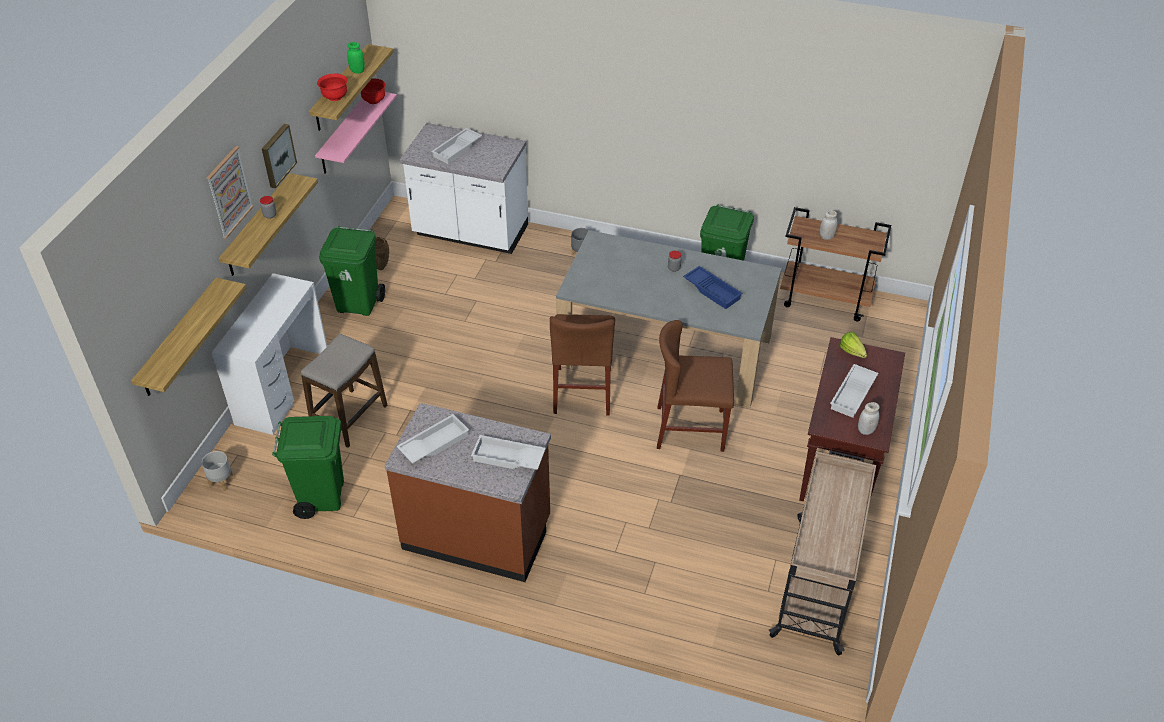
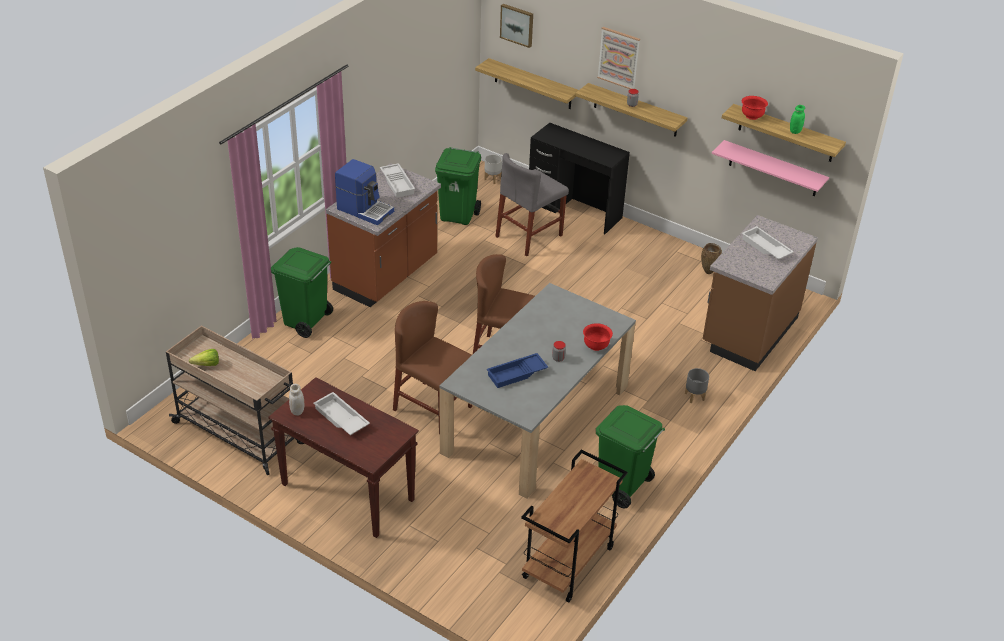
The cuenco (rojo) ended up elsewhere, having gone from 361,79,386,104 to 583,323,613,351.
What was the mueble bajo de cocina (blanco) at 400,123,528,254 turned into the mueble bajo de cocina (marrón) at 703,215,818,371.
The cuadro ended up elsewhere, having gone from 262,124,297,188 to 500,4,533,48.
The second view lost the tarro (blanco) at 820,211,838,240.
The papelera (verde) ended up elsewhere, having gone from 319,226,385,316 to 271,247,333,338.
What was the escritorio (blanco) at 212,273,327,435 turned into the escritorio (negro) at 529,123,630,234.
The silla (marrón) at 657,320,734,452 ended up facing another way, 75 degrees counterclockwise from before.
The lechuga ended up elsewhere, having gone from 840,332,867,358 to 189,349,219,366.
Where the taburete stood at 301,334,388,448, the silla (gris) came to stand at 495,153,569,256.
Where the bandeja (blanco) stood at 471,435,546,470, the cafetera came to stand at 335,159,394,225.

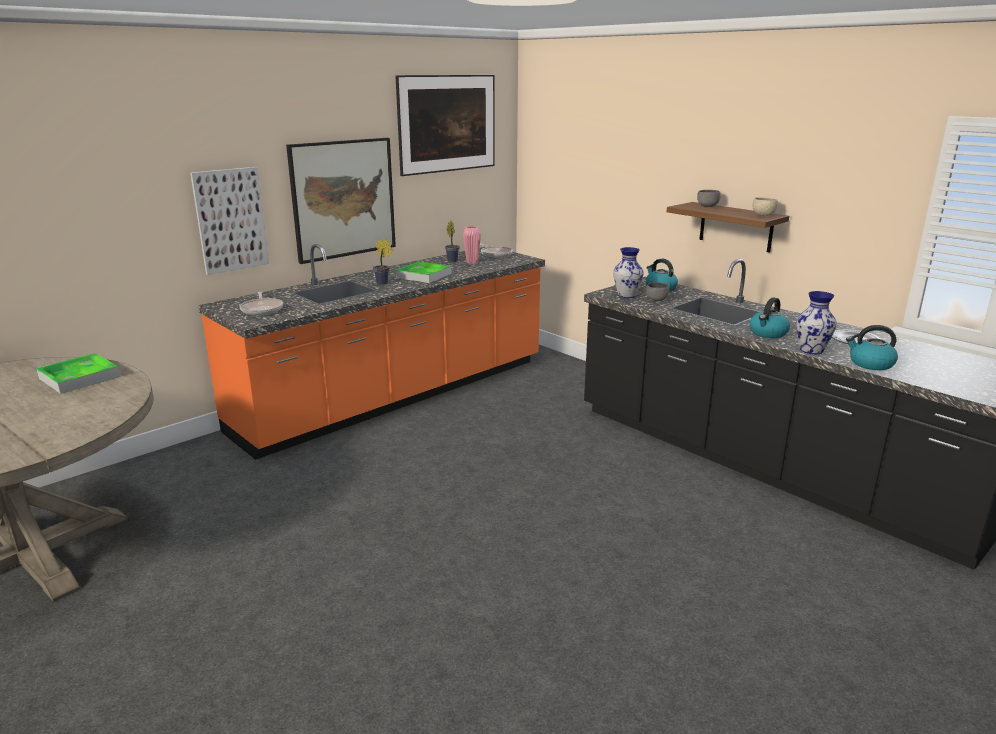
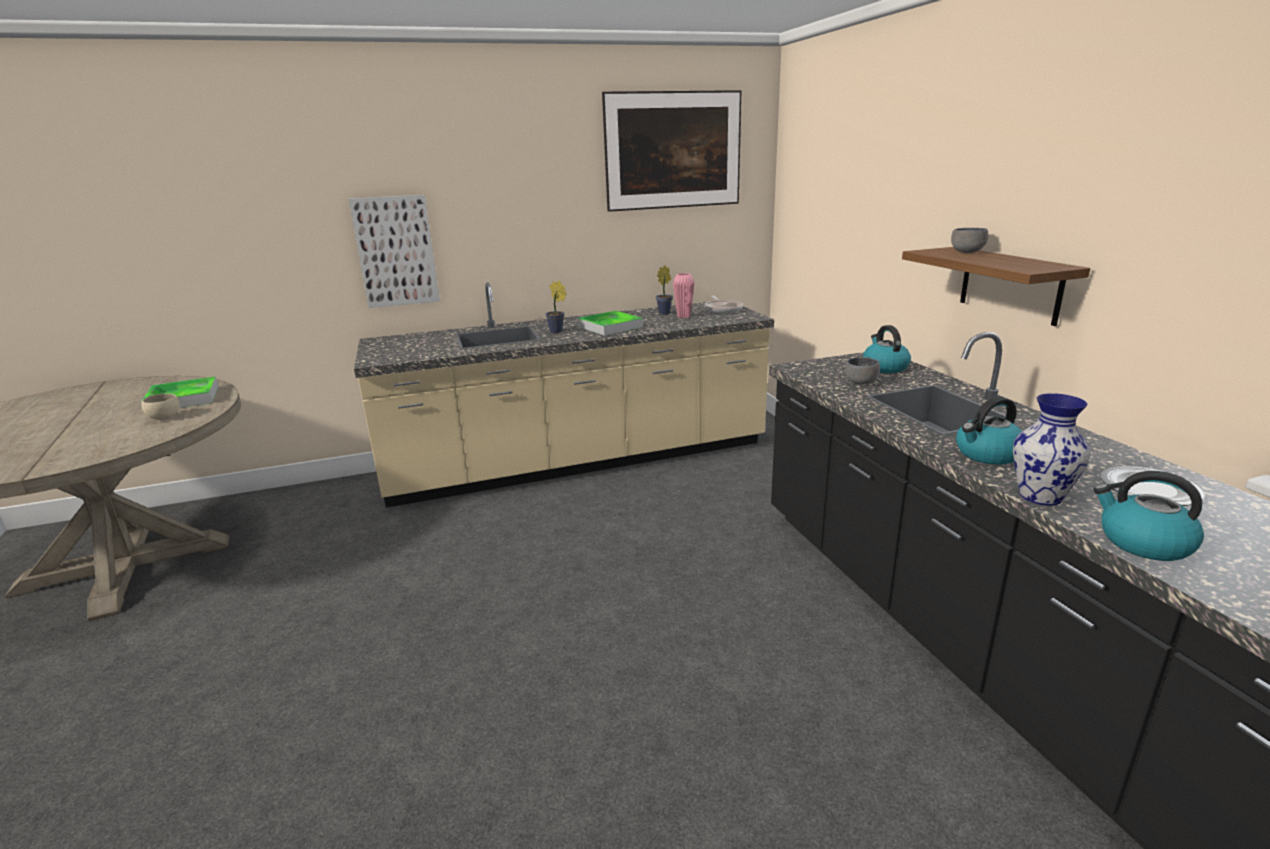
The second view lost the cuadro at 286,138,396,264.
The cuenco (beis) ended up elsewhere, having gone from 752,197,778,216 to 141,393,180,420.
What was the mueble bajo de cocina (naranja) at 198,244,545,460 turned into the mueble bajo de cocina (beis) at 354,283,774,508.
The second view lost the florero at 613,247,644,298.
The second view lost the sartén at 239,292,283,315.

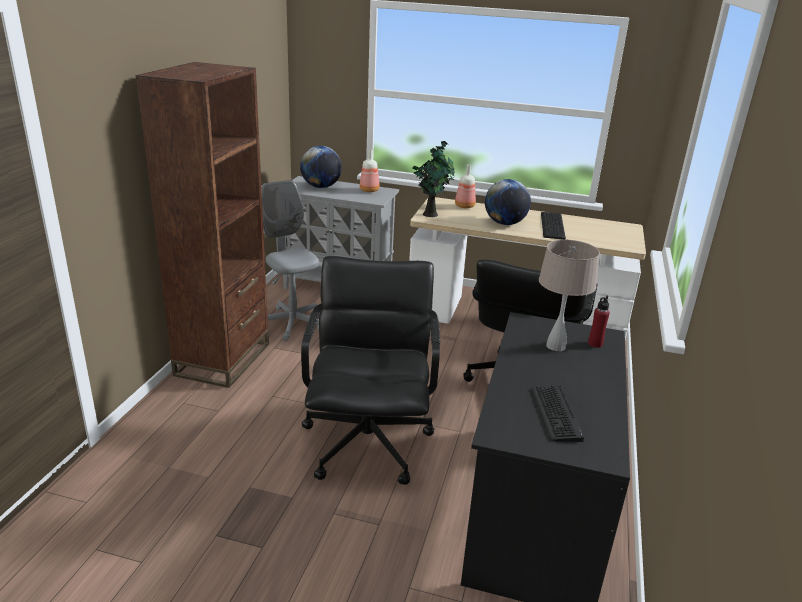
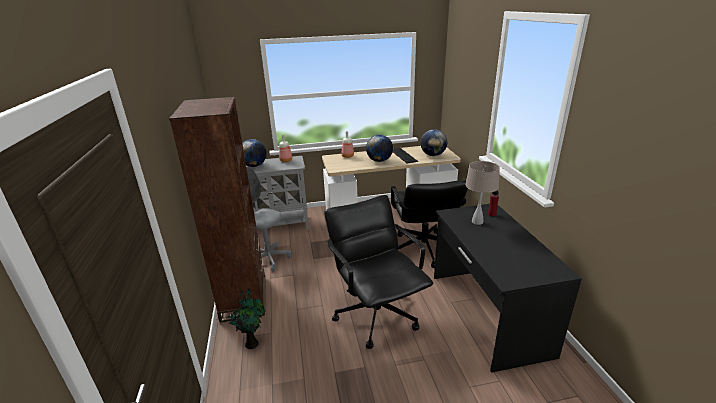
The planta en maceta ended up elsewhere, having gone from 412,141,455,217 to 226,289,265,349.
The second view lost the teclado at 532,384,585,442.
The second view gained the globo terráqueo at 421,129,447,156.

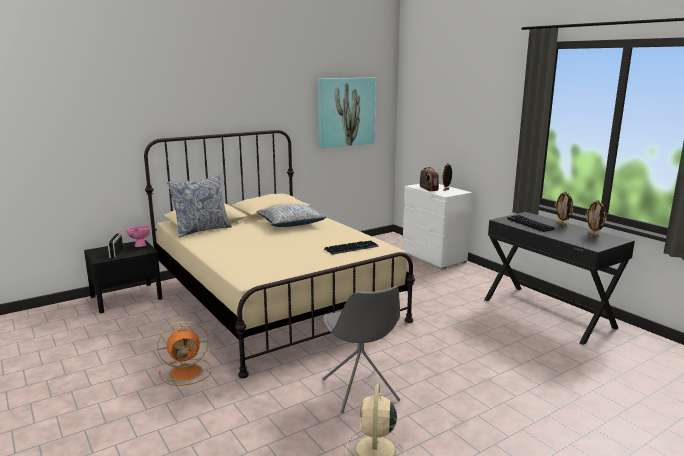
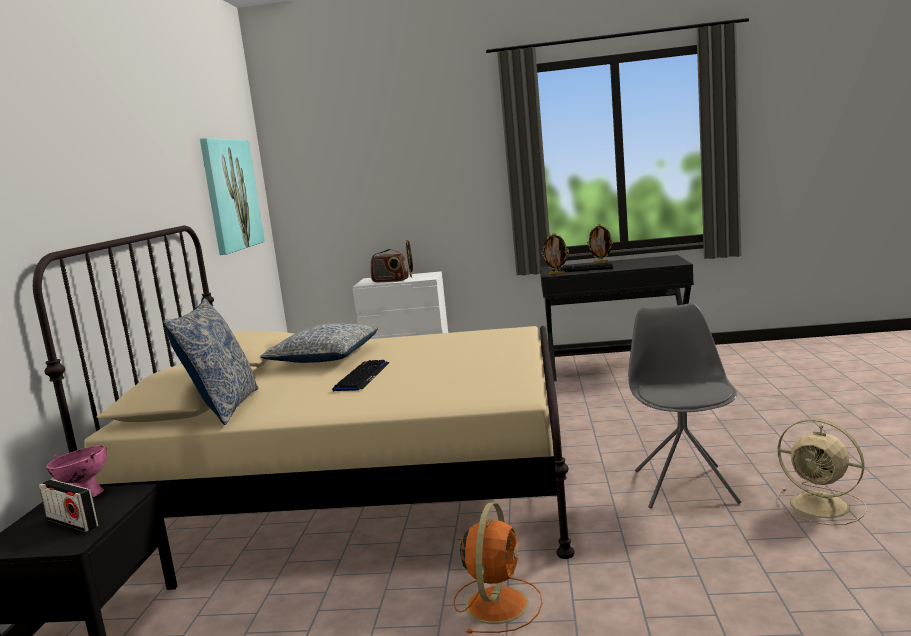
The portarretratos ended up elsewhere, having gone from 586,200,606,237 to 541,233,569,275.
The teclado ended up elsewhere, having gone from 324,240,378,255 to 333,360,390,391.
The silla (gris) at 323,286,400,413 ended up facing another way, 105 degrees counterclockwise from before.

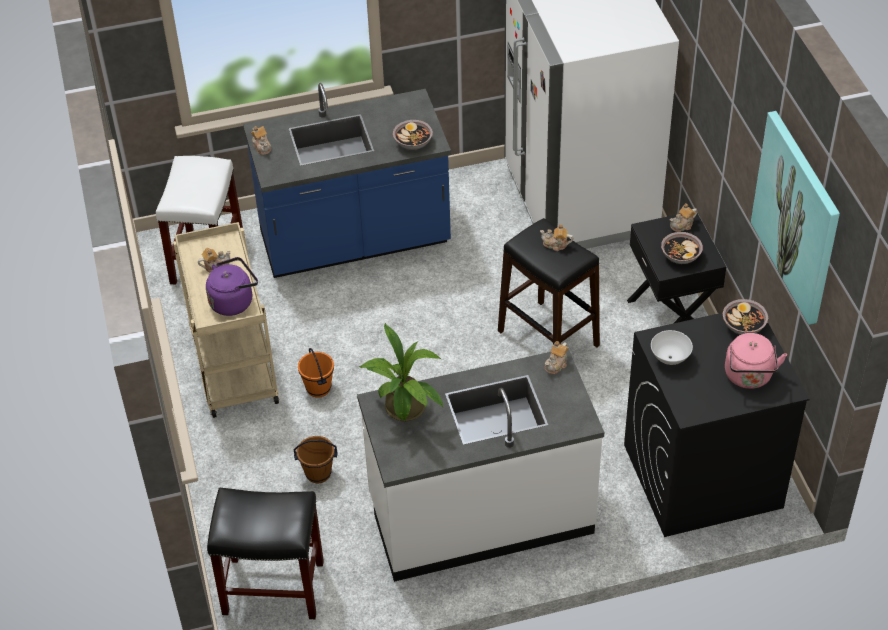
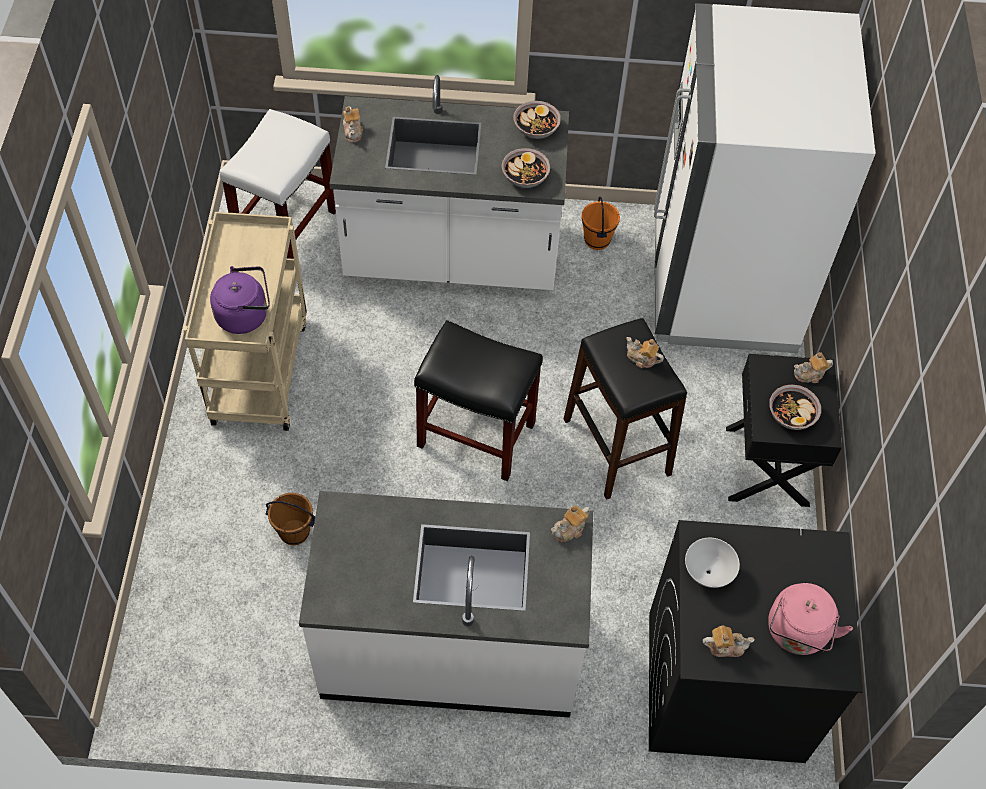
What was the mueble bajo de cocina (azul) at 243,83,451,278 turned into the mueble bajo de cocina (blanco) at 329,75,569,290.
The second view lost the cuadro at 751,111,840,325.
The tetera ended up elsewhere, having gone from 198,248,231,272 to 703,626,755,657.
The cuenco ended up elsewhere, having gone from 723,299,768,335 to 514,101,561,139.
The second view lost the planta en maceta at 358,323,443,421.
The cubo (naranja) ended up elsewhere, having gone from 298,348,334,398 to 581,196,620,250.
The taburete (negro) ended up elsewhere, having gone from 207,488,324,619 to 414,320,543,481.

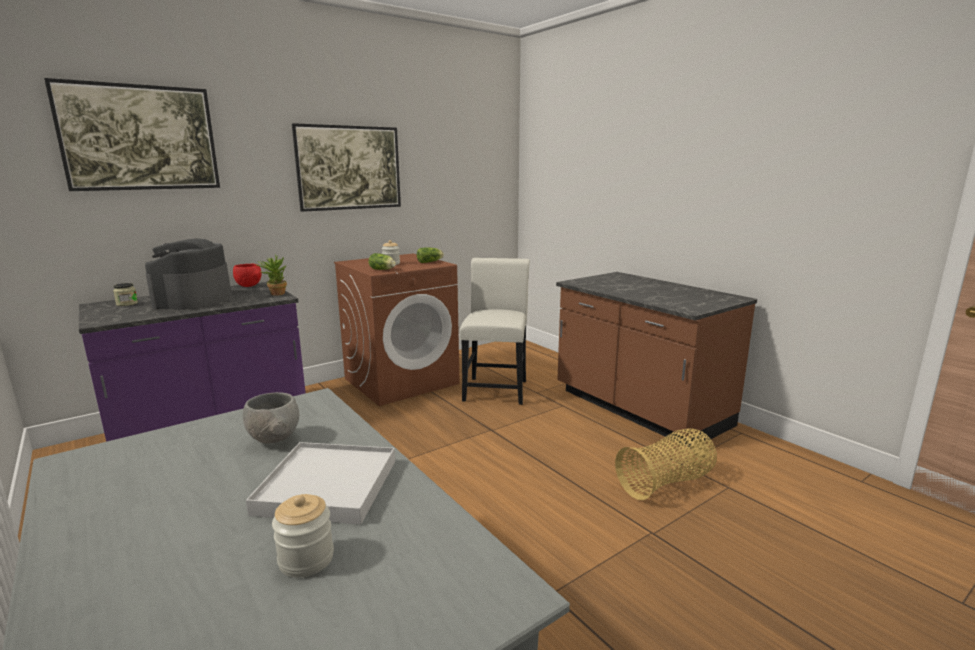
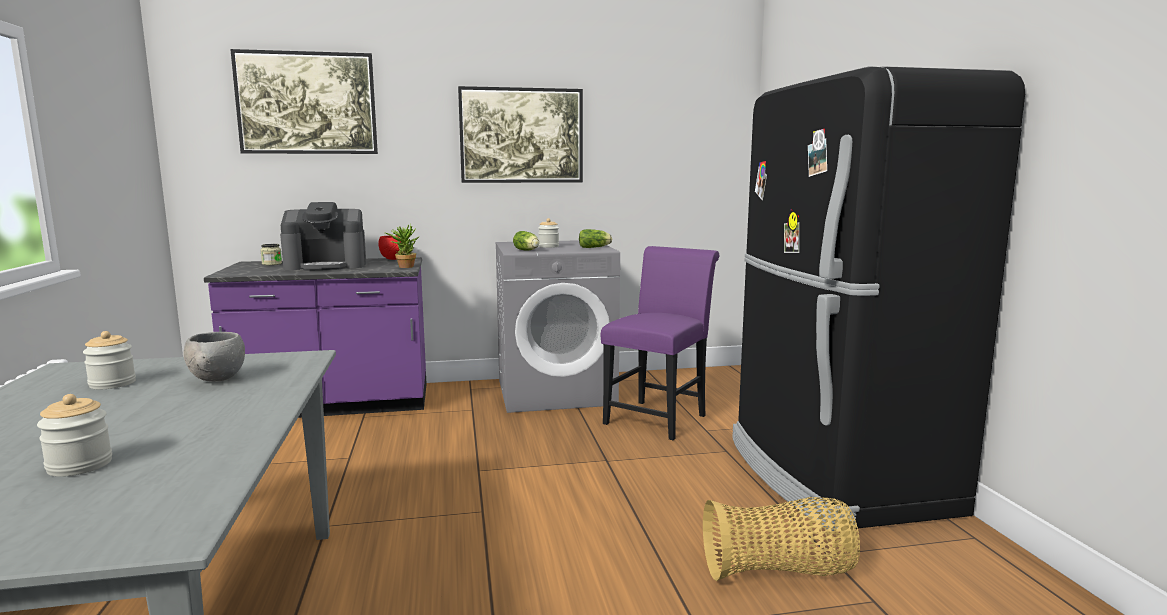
The cafetera at 145,238,232,310 ended up facing another way, 135 degrees counterclockwise from before.
What was the lavadora (marrón) at 334,253,460,406 turned into the lavadora (gris) at 495,240,620,413.
What was the silla (blanco) at 459,258,530,405 turned into the silla (morado) at 601,246,720,440.
Where the mueble bajo de cocina (marrón) stood at 556,272,757,449, the nevera (negro) came to stand at 732,66,1025,531.
The second view lost the bandeja (blanco) at 246,442,395,525.
The second view gained the tarro at 83,331,136,389.

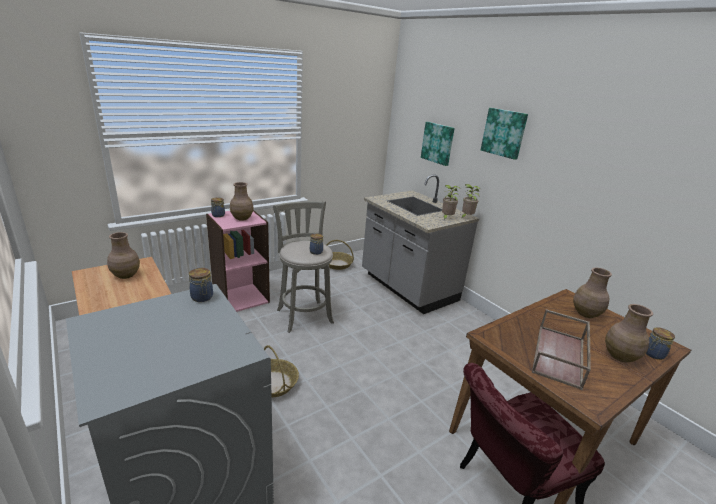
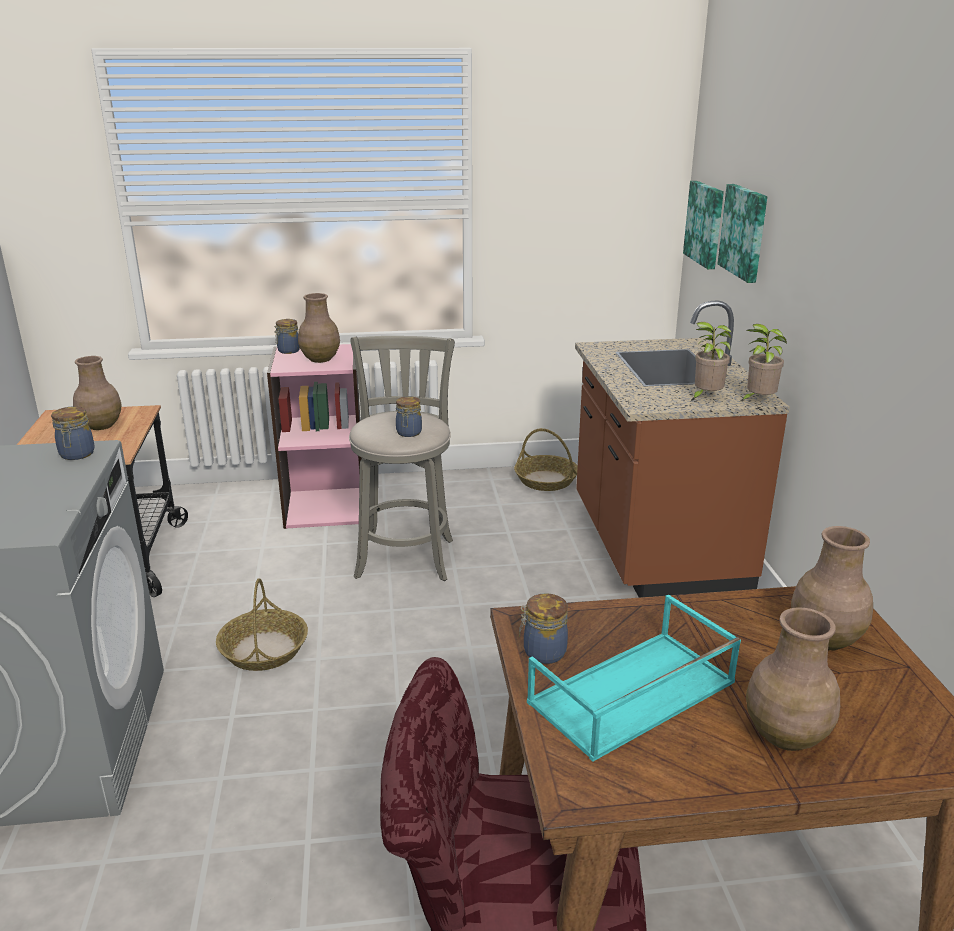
The cuadro ended up elsewhere, having gone from 481,108,528,160 to 683,181,724,269.
What was the mueble bajo de cocina (gris) at 362,174,479,314 turned into the mueble bajo de cocina (marrón) at 575,300,790,598.
What was the bandeja (marrón) at 532,309,591,390 turned into the bandeja (turquesa) at 527,595,741,762.
The tarro ended up elsewhere, having gone from 646,327,675,360 to 519,593,568,664.

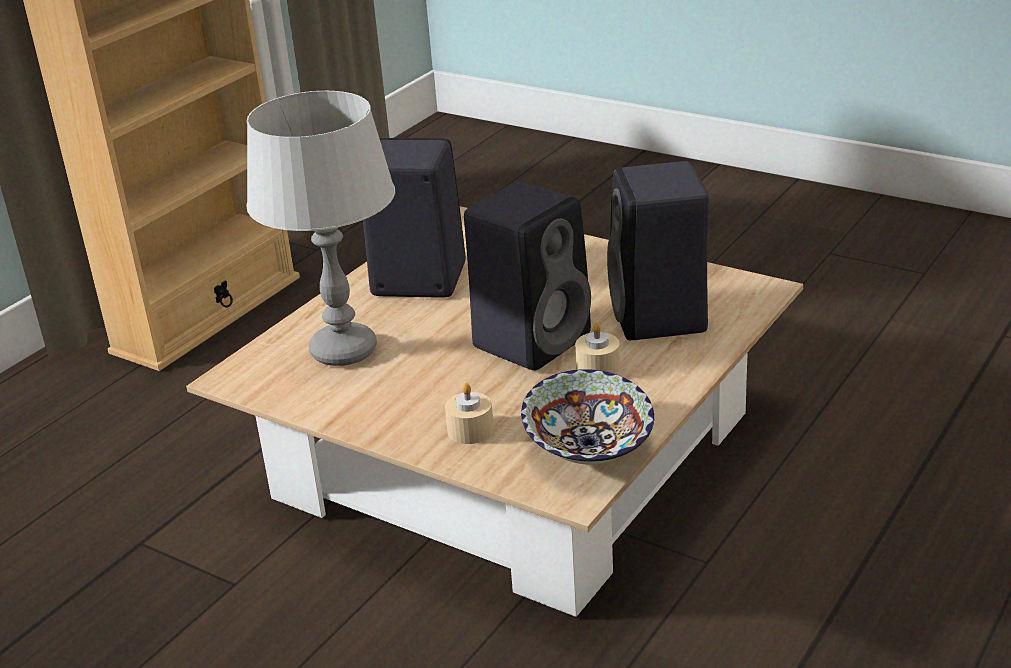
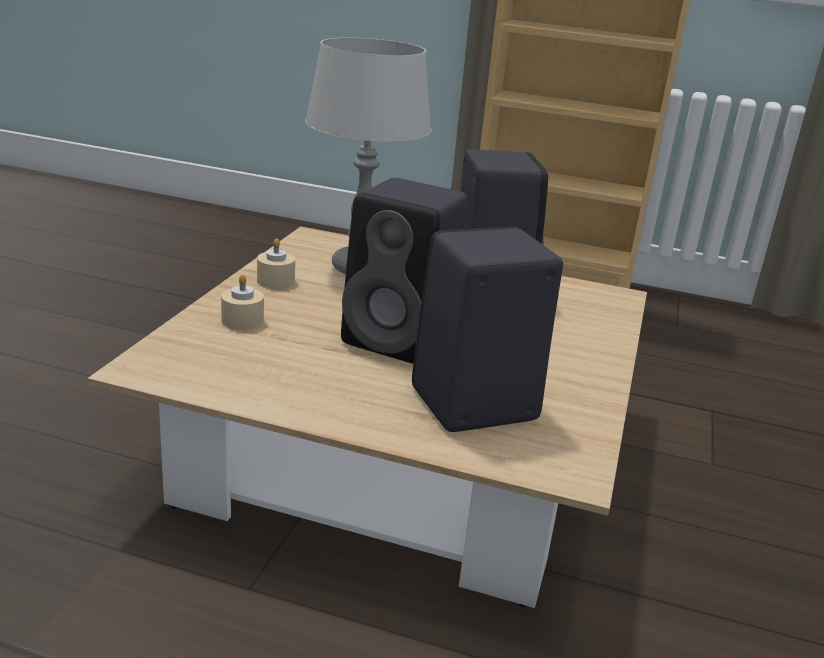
The vela (beis) ended up elsewhere, having gone from 575,322,620,374 to 257,239,295,289.
The second view lost the cuenco at 521,369,654,465.

